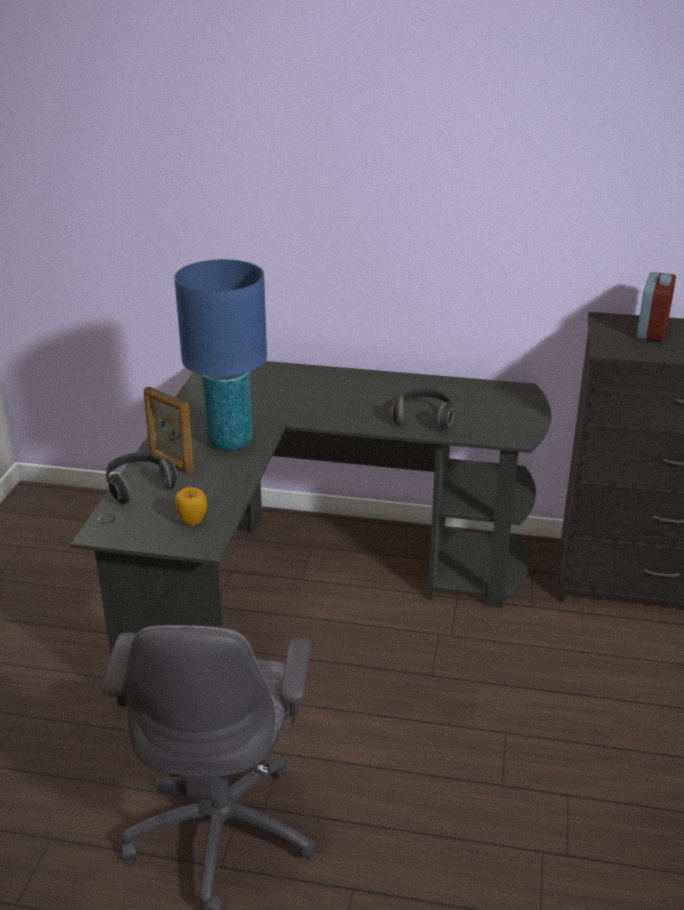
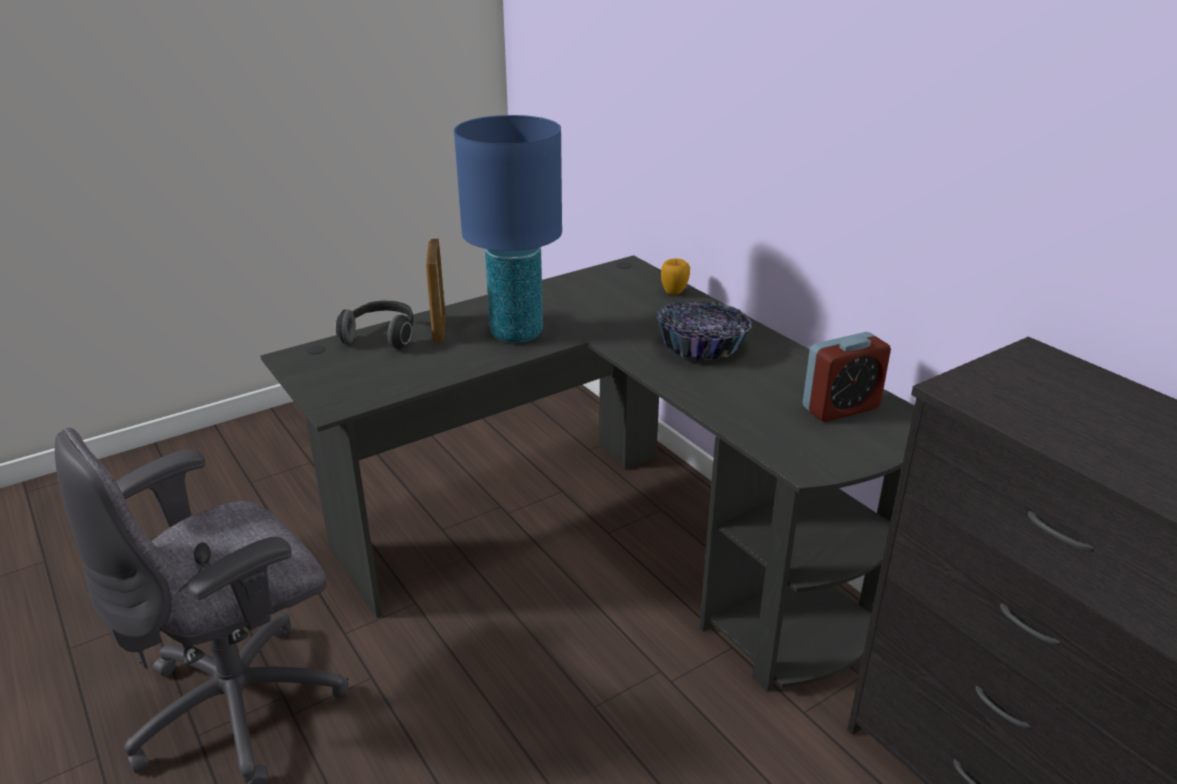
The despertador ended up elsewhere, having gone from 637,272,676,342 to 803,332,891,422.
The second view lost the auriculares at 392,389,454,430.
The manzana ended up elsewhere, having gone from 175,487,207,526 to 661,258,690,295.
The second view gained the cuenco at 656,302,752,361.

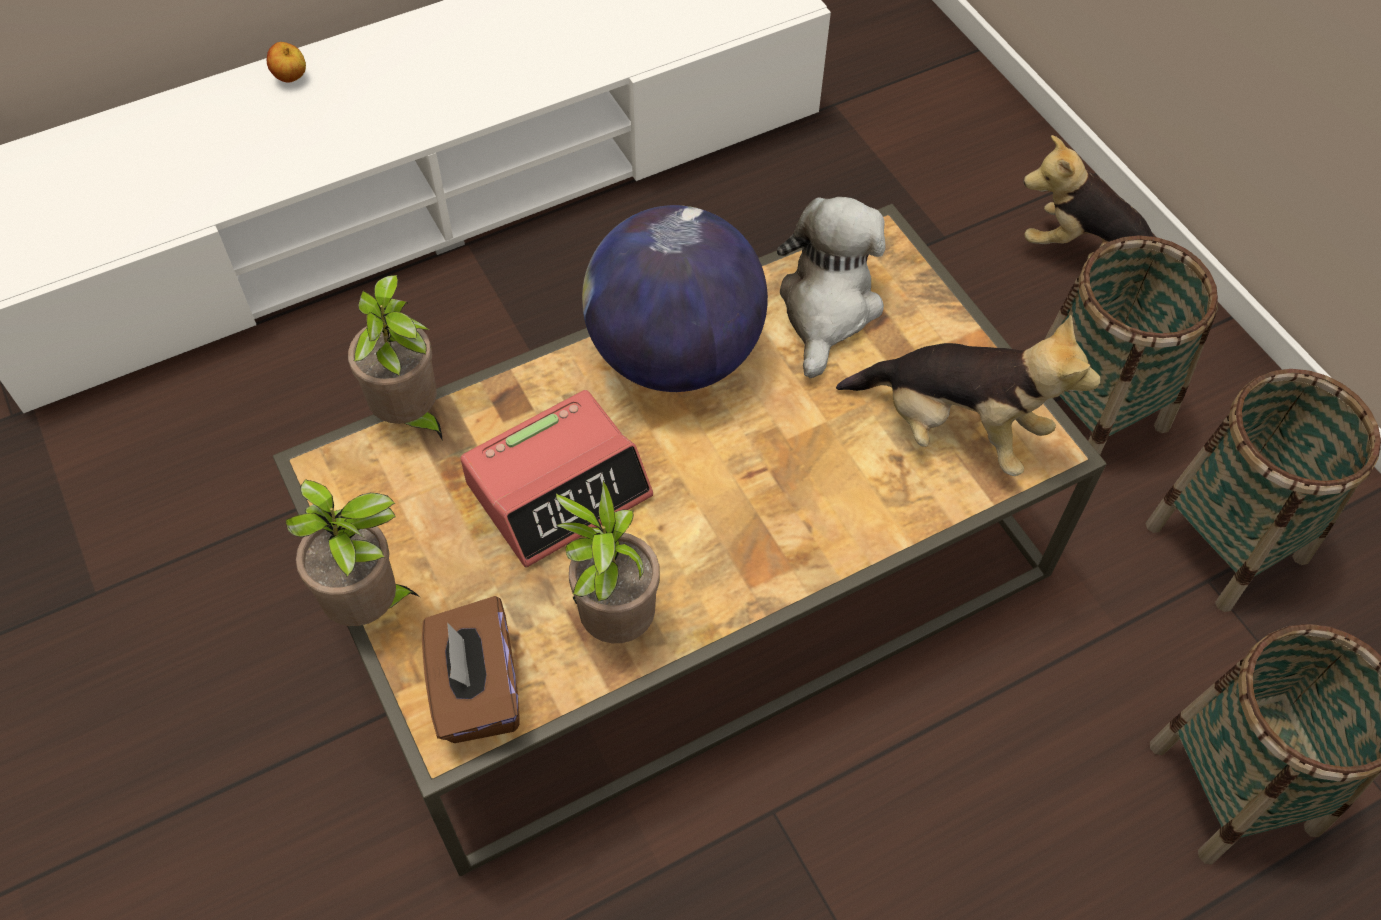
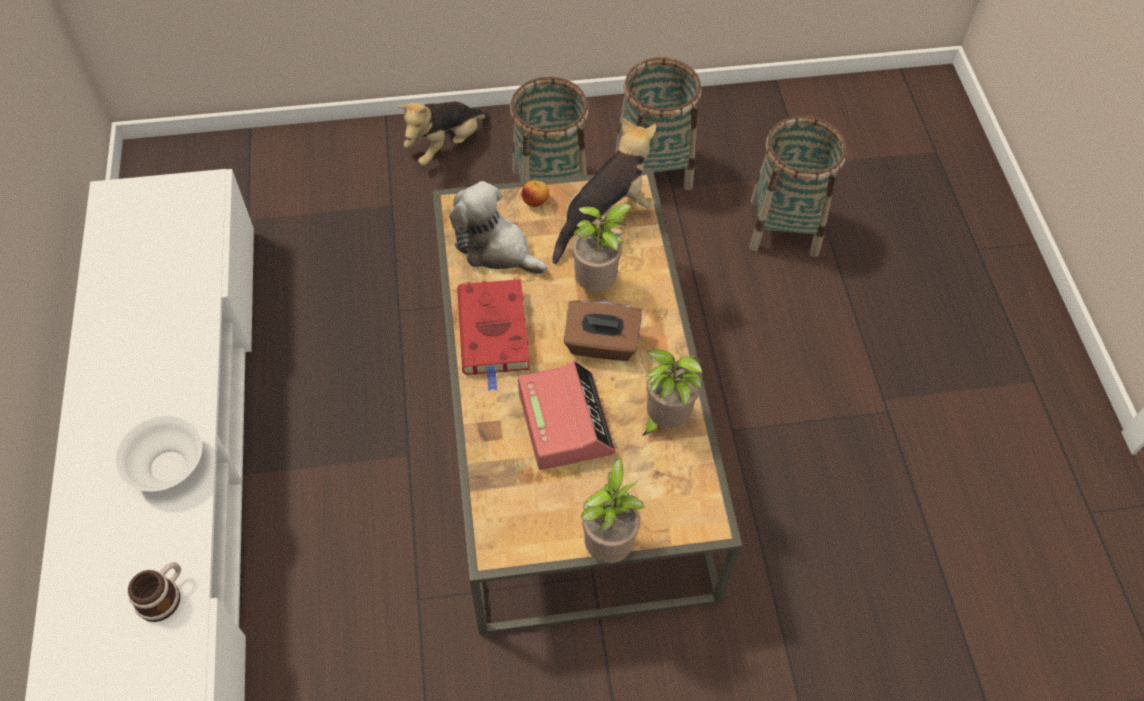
The manzana ended up elsewhere, having gone from 267,42,306,83 to 521,180,549,207.
Where the globo terráqueo stood at 582,205,768,392, the libro (rojo) came to stand at 457,279,529,392.
The planta en maceta ended up elsewhere, having gone from 348,275,443,441 to 572,203,632,292.
The caja de pañuelos (marrón) ended up elsewhere, having gone from 422,596,520,743 to 564,300,642,361.
The second view gained the cuenco (blanco) at 115,416,202,491.
The second view gained the taza grande at 127,562,181,622.

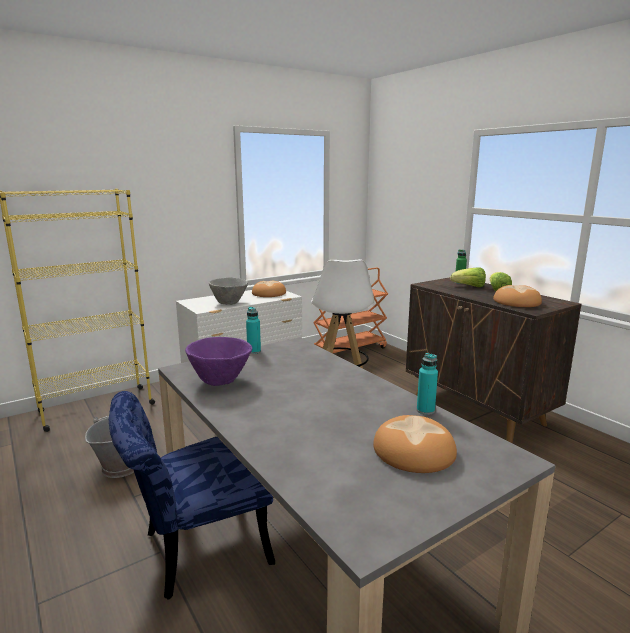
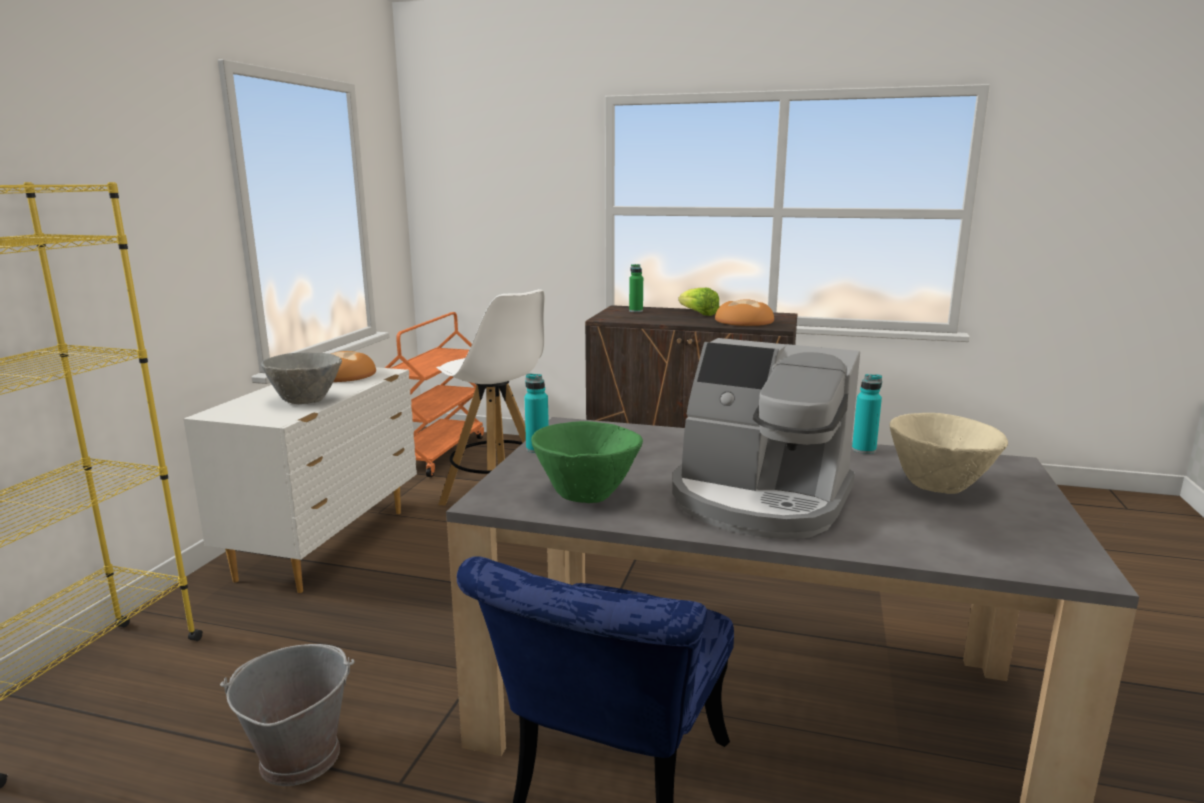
The second view lost the lechuga at 450,267,486,287.
What was the cuenco (morado) at 185,337,252,386 turned into the cuenco (verde) at 531,421,643,503.
Where the pan stood at 373,415,457,473, the cuenco (beis) came to stand at 889,413,1008,494.
The second view gained the cafetera at 672,338,860,539.

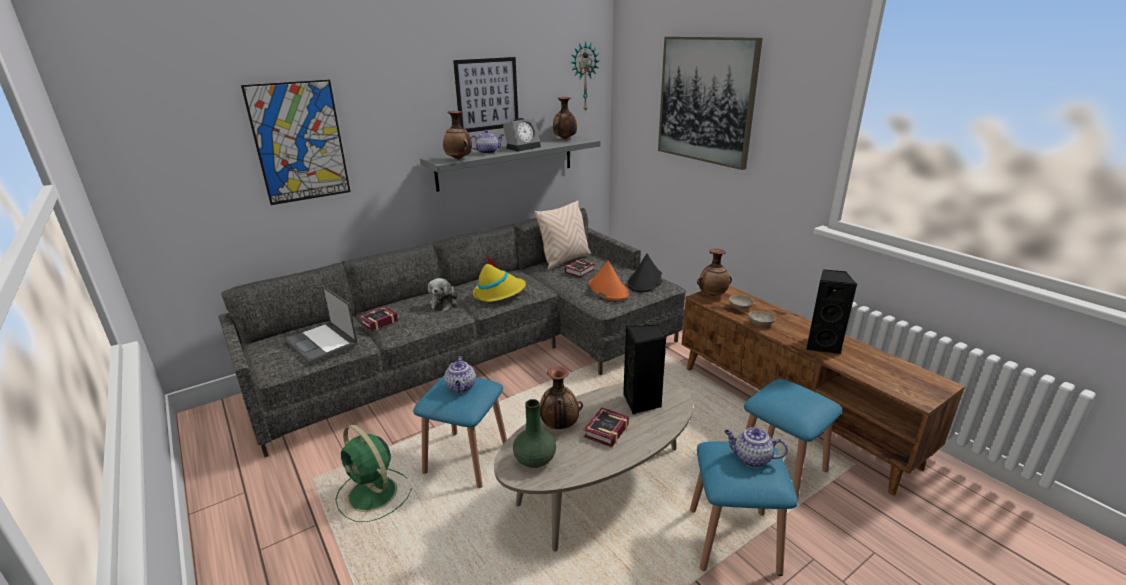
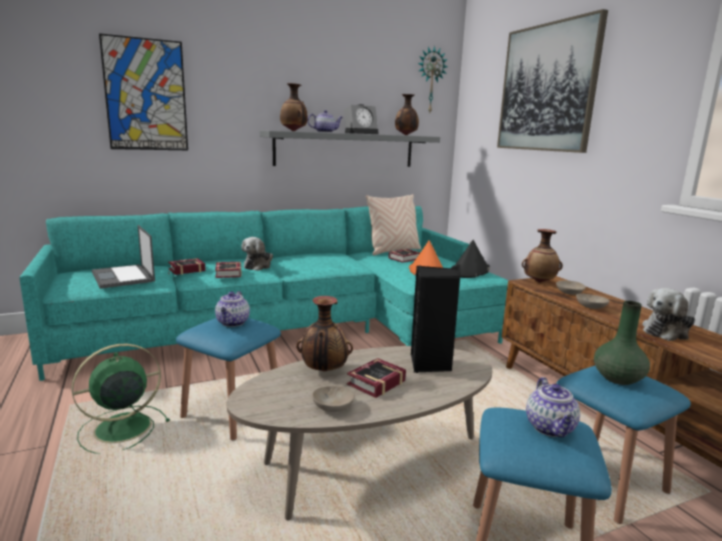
The second view lost the cuadro at 453,57,518,132.
What was the sofá (gris) at 218,208,686,457 turned into the sofá (turquesa) at 19,206,508,381.
The second view lost the sombrero (amarillo) at 473,256,526,302.
Where the altavoz (negro) stood at 806,270,857,354, the peluche came to stand at 642,288,695,341.
The florero (verde) ended up elsewhere, having gone from 513,399,556,468 to 594,301,650,385.
The ventilador (verde) at 336,425,411,522 ended up facing another way, 90 degrees clockwise from before.
The tetera at 724,427,788,467 ended up facing another way, 120 degrees counterclockwise from before.
The second view gained the libro at 215,262,242,278.
The second view gained the cuenco (beis) at 312,386,355,412.

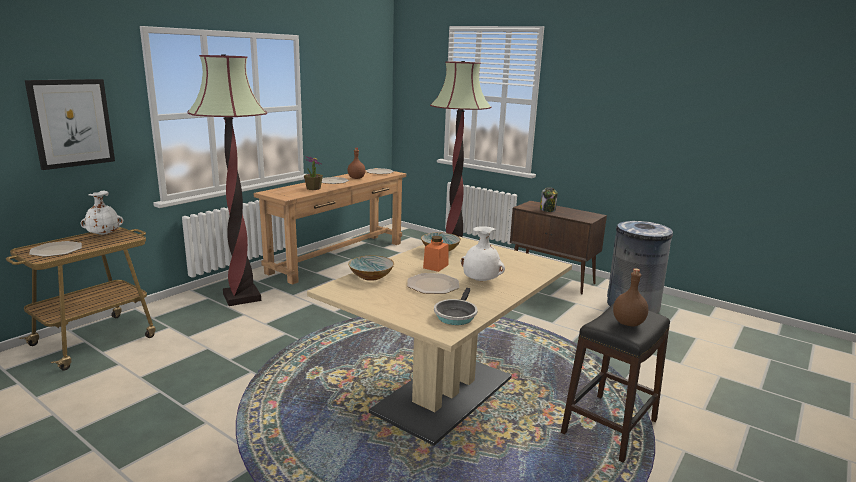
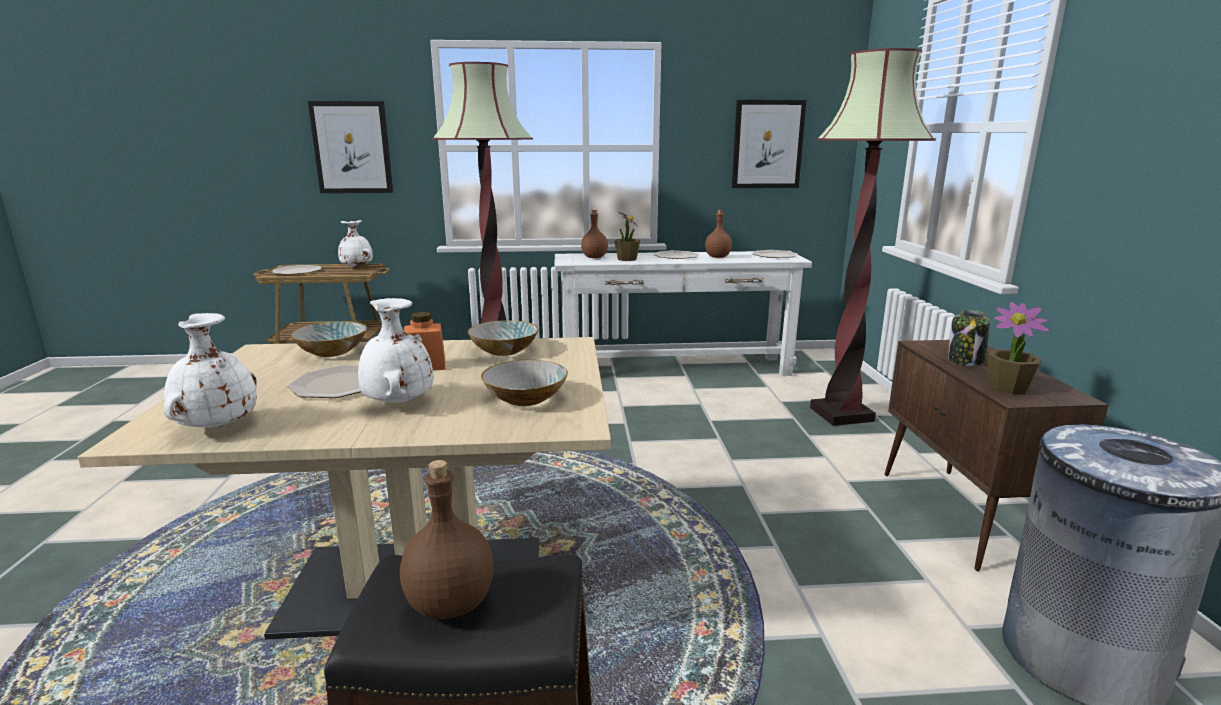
What was the mesa consola (marrón) at 253,168,406,285 turned into the mesa consola (blanco) at 554,251,812,376.
Where the sartén stood at 434,288,478,325, the florero (blanco) came to stand at 164,313,257,428.
The second view gained the cuadro at 732,100,806,188.
The second view gained the botella (marrón) at 581,210,608,258.
The second view gained the planta en maceta at 988,302,1049,395.
The second view gained the cuenco at 481,360,568,406.

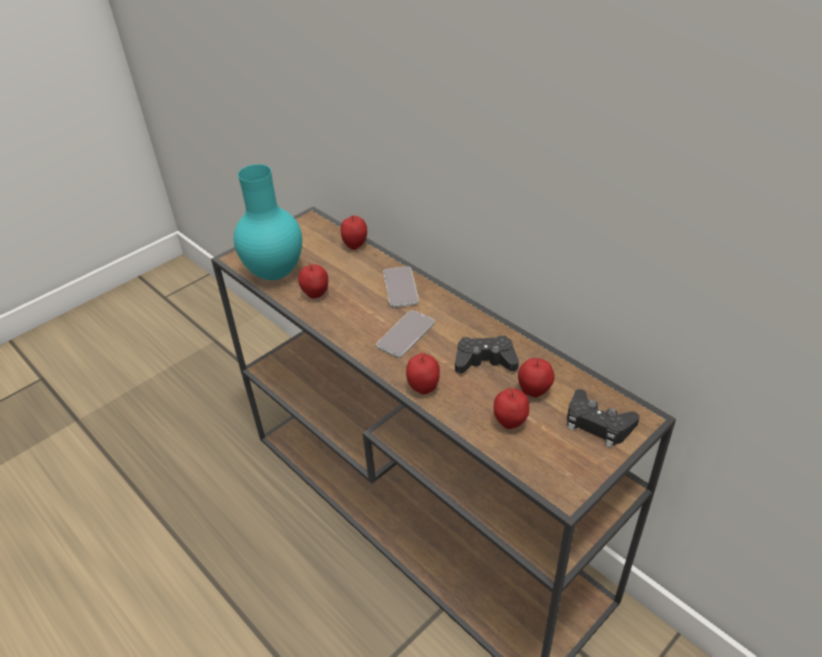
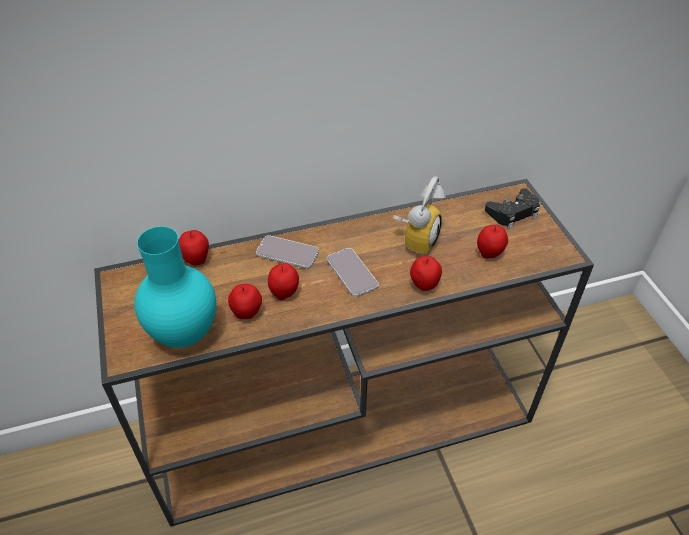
Where the mando de consola (negro) stood at 455,336,519,373, the despertador came to stand at 393,176,446,256.
The manzana ended up elsewhere, having gone from 518,358,555,397 to 268,263,299,300.

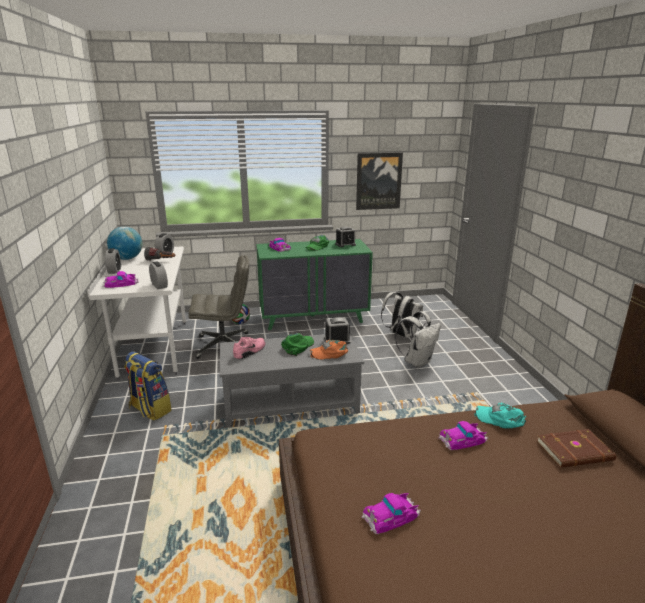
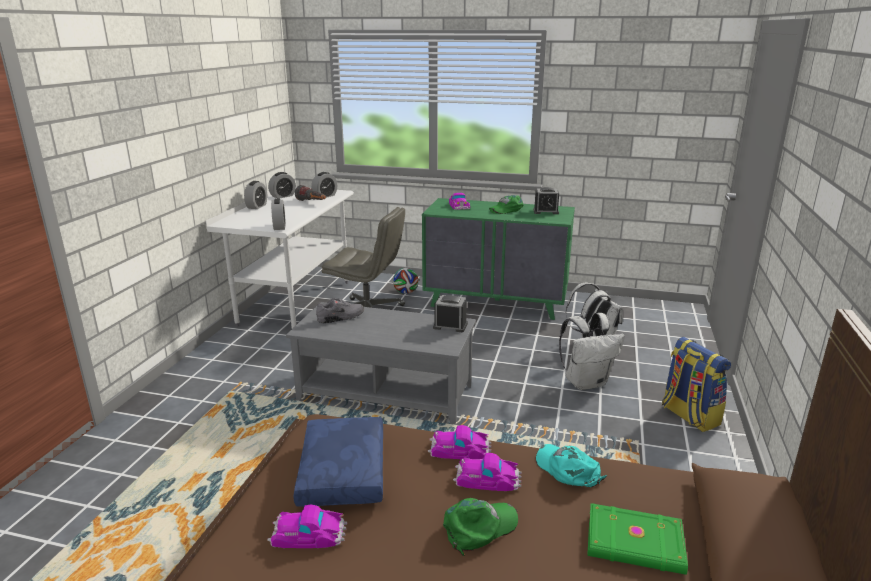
The second view lost the cuadro at 356,152,403,210.
Where the globo terráqueo stood at 107,227,142,260, the despertador came to stand at 268,172,296,198.
The coche de juguete ended up elsewhere, having gone from 103,271,139,288 to 428,425,491,459.
The gorra (verde) ended up elsewhere, having gone from 281,333,314,356 to 443,498,518,556.
What was the zapato (rosa) at 233,337,265,359 turned into the zapato (gris) at 316,298,364,323.
The second view lost the gorra (naranja) at 310,340,348,360.
The mochila ended up elsewhere, having gone from 124,351,172,421 to 662,337,731,432.
What was the libro (marrón) at 537,429,617,468 turned into the libro (verde) at 587,503,688,575.
The second view gained the cojín (azul) at 293,417,383,507.

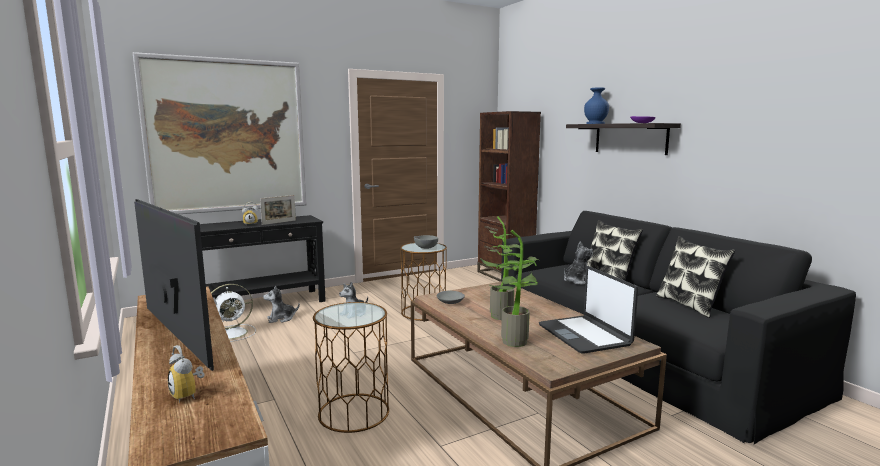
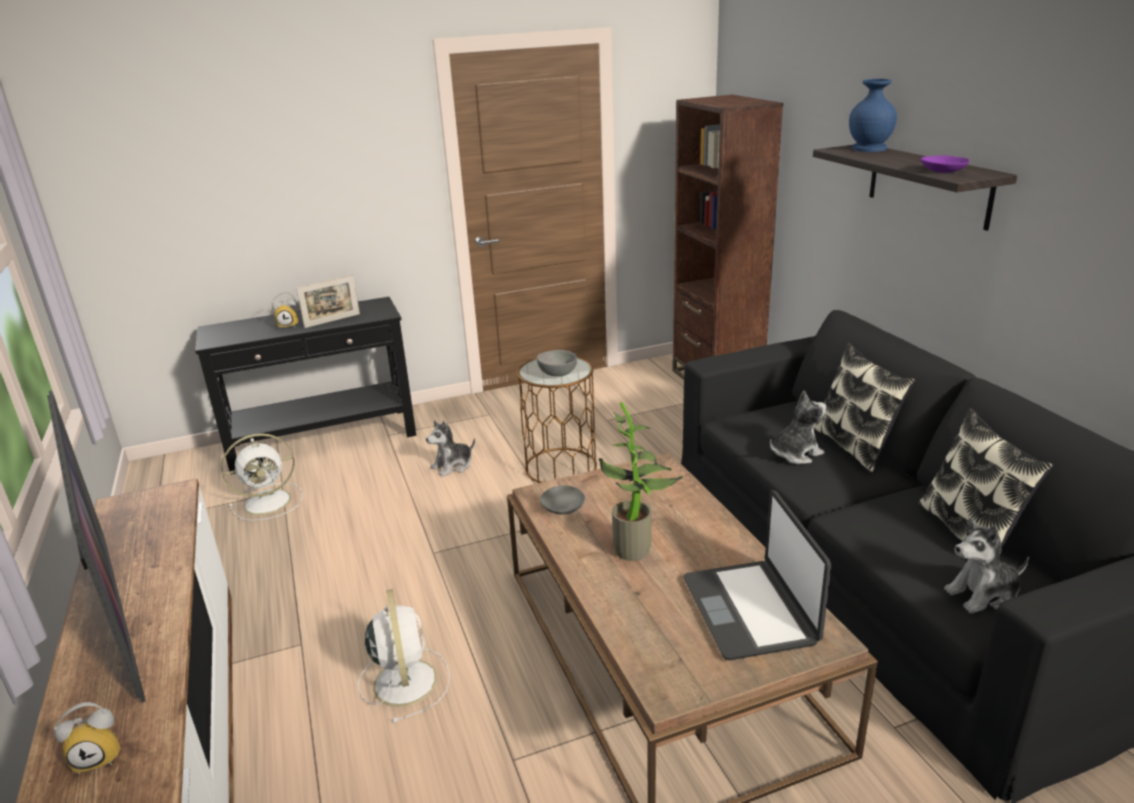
The second view lost the cuadro at 133,52,307,214.
The second view lost the planta en maceta at 486,230,540,347.
The peluche ended up elsewhere, having gone from 263,286,300,323 to 944,518,1029,614.
Where the mesa auxiliar (marrón) stood at 313,302,389,433, the ventilador (blanco) came to stand at 358,589,450,723.
The despertador at 168,345,205,403 ended up facing another way, 75 degrees counterclockwise from before.

